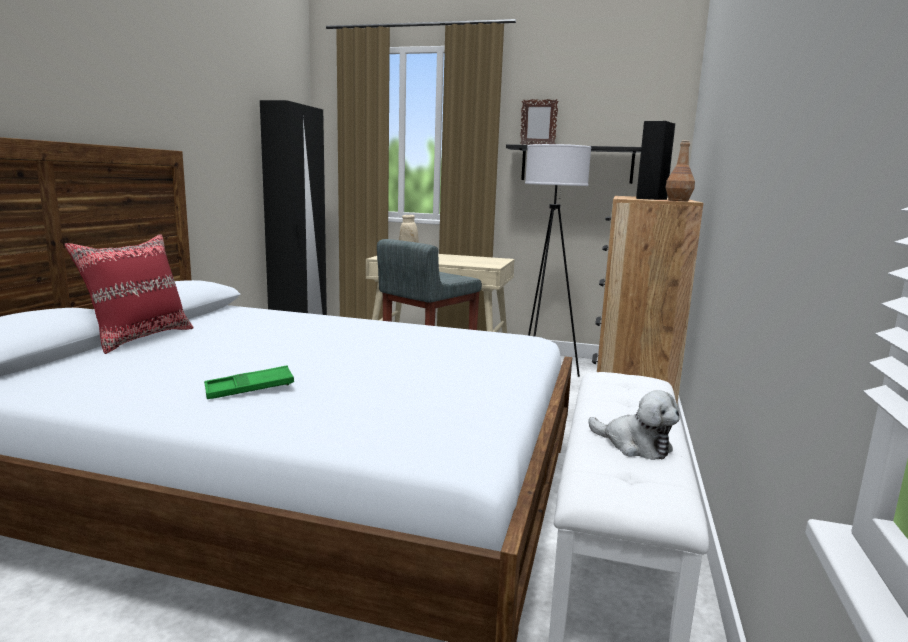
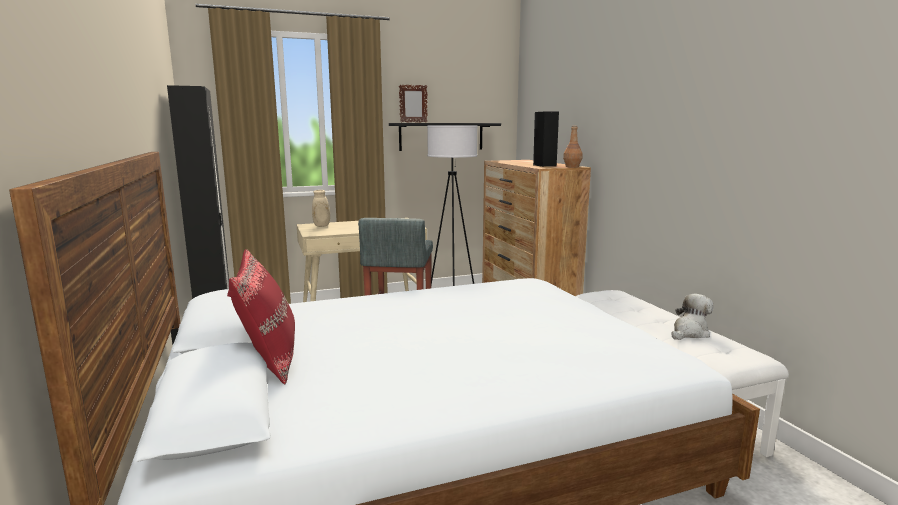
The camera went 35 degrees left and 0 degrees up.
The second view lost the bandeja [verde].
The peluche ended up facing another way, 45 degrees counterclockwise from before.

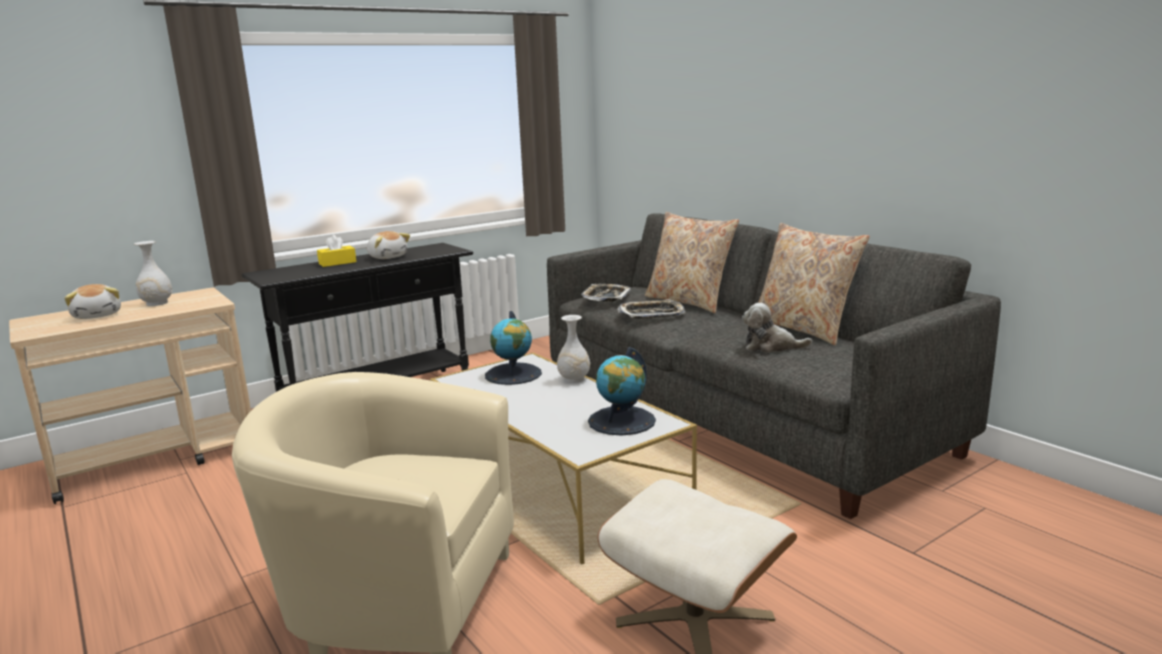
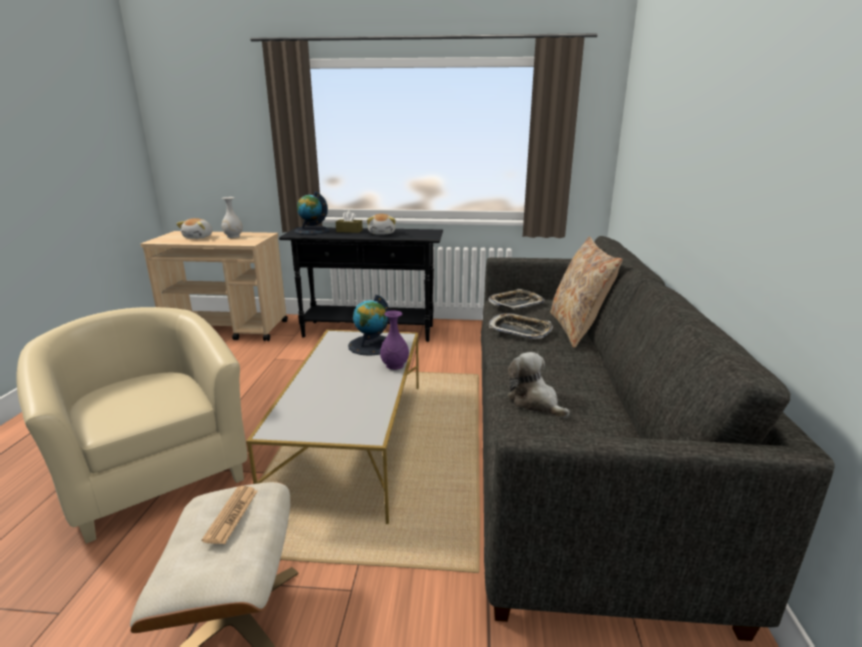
The camera went 40 degrees right and 5 degrees up.
What was the caja de pañuelos [amarillo] turned into the caja de pañuelos [marrón].
What was the florero [blanco] (2nd from left) turned into the florero [morado].
The globo terráqueo (2nd from left in the first image) ended up elsewhere.
The second view lost the cojín [beis] (2nd from left).
The second view gained the periódico.

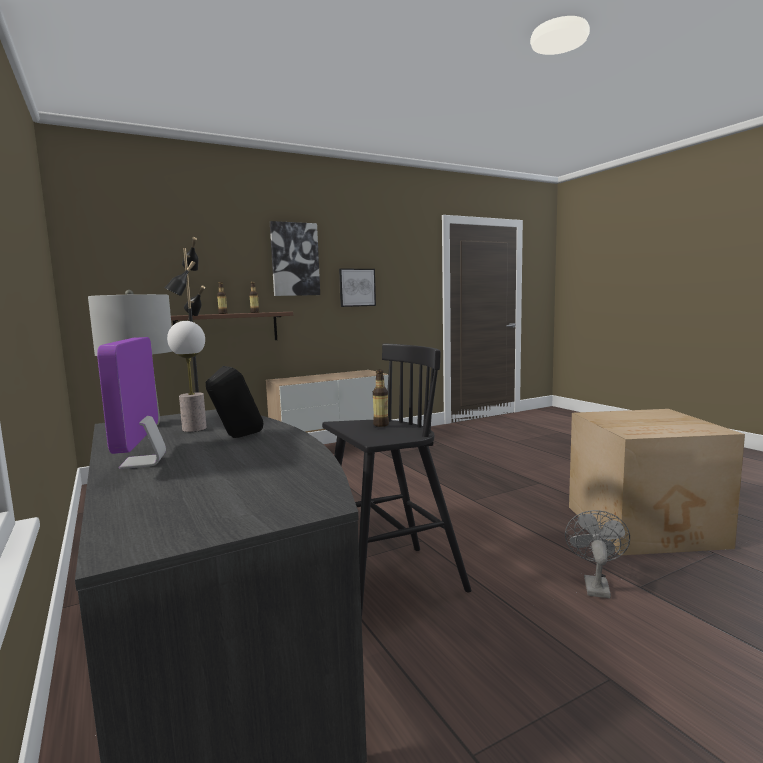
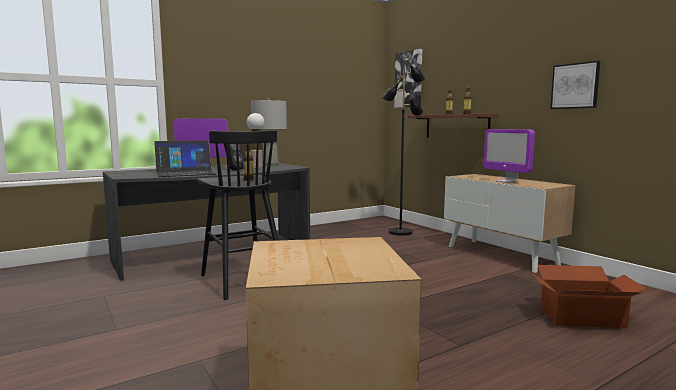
The camera went 85 degrees right and 0 degrees up.
The cuadro (1st from left) ended up elsewhere.
The second view lost the ventilador [gris].
The second view gained the portátil.
The second view gained the monitor (2nd from left).
The second view gained the caja de cartón (2nd from left).

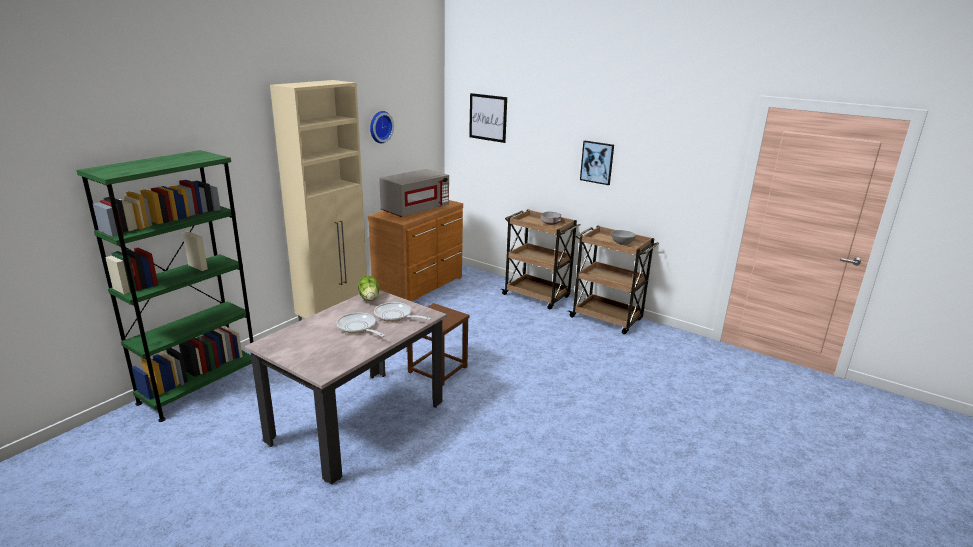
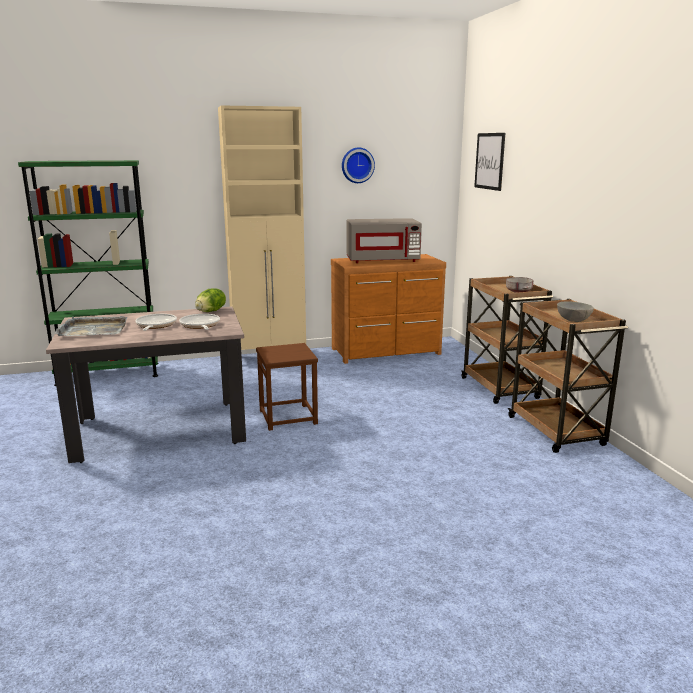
The camera went 40 degrees right and 5 degrees down.
The second view lost the cuadro (2nd from left).
The second view gained the bandeja [gris].

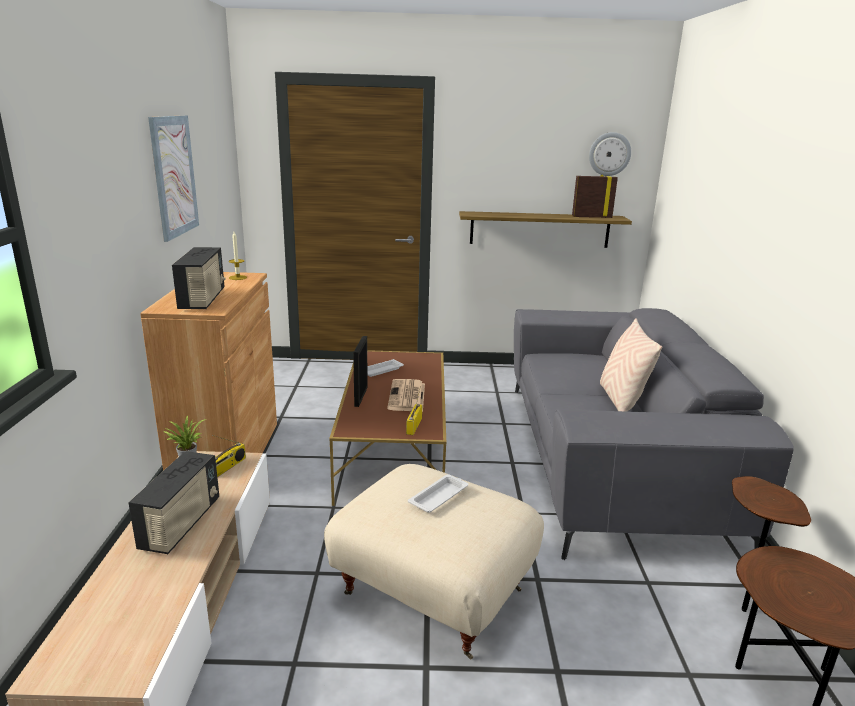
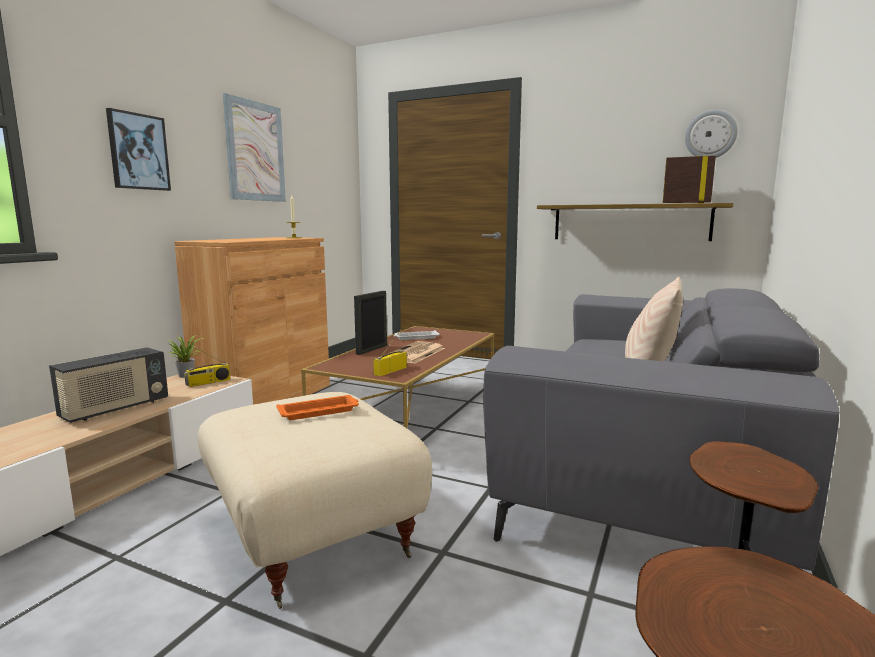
The camera went 25 degrees right and 10 degrees down.
The second view lost the radio (2nd from left).
What was the bandeja [blanco] (2nd from left) turned into the bandeja [naranja].
The second view gained the cuadro (1st from left).

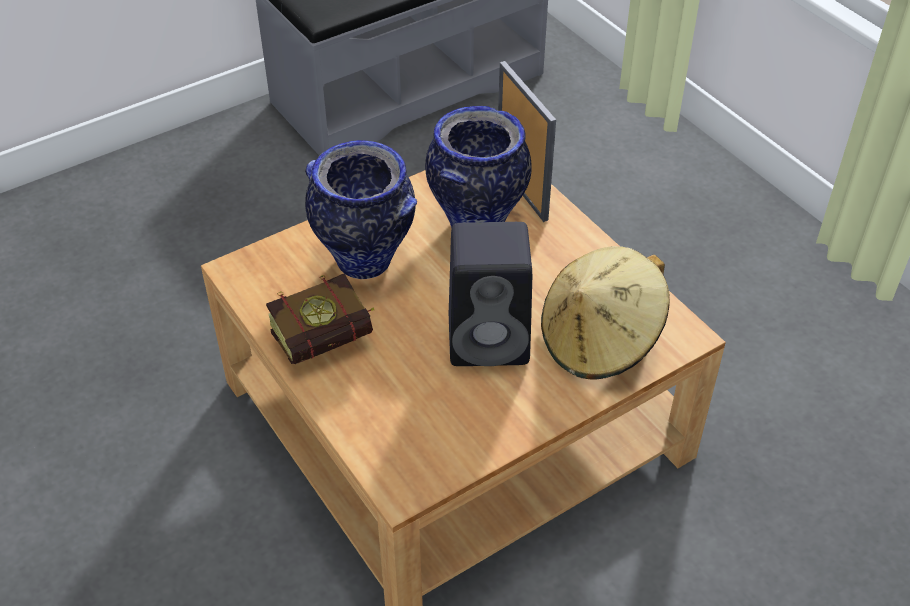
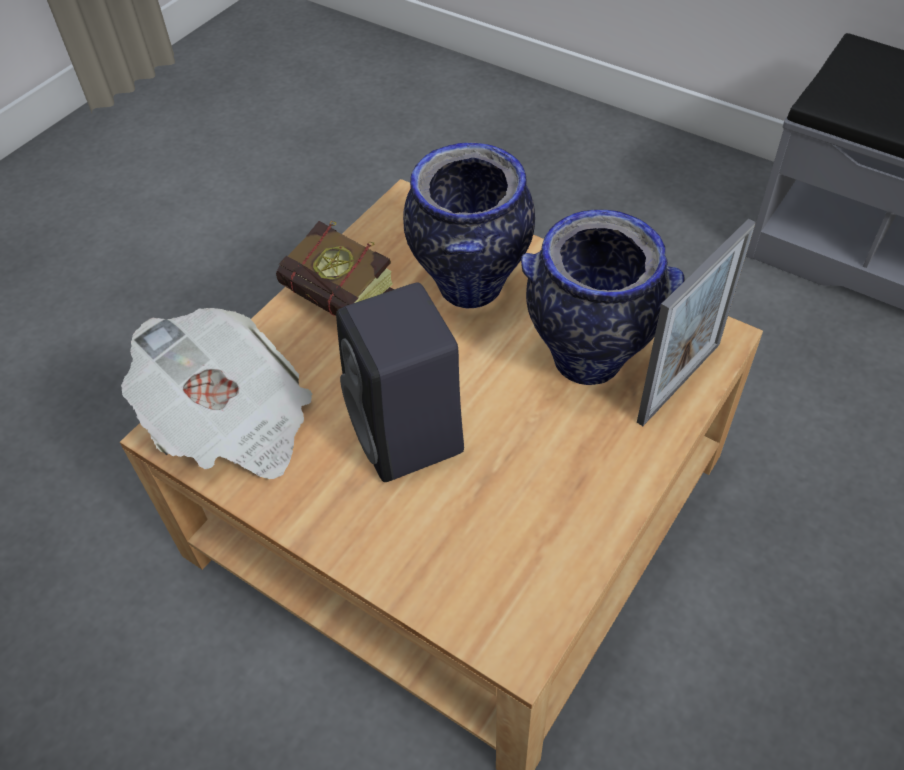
The camera went 70 degrees right and 5 degrees up.
The second view lost the sombrero [beis].
The second view gained the periódico.

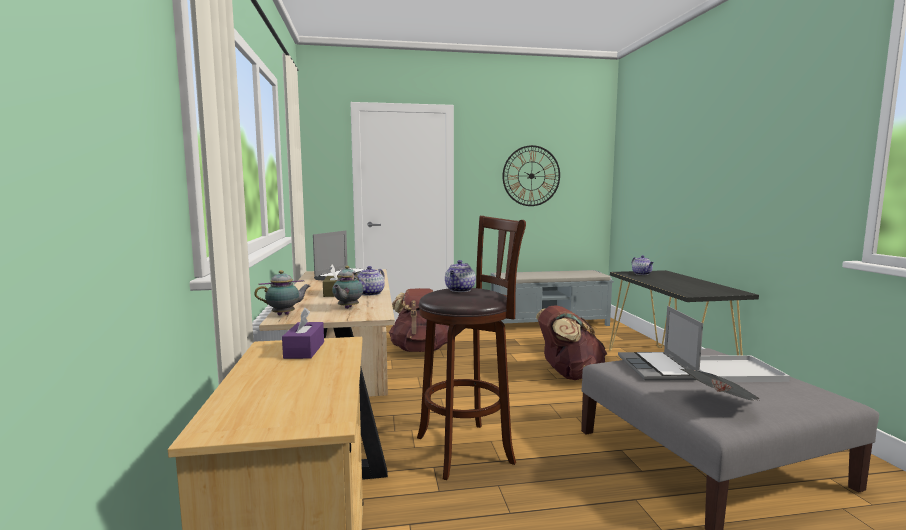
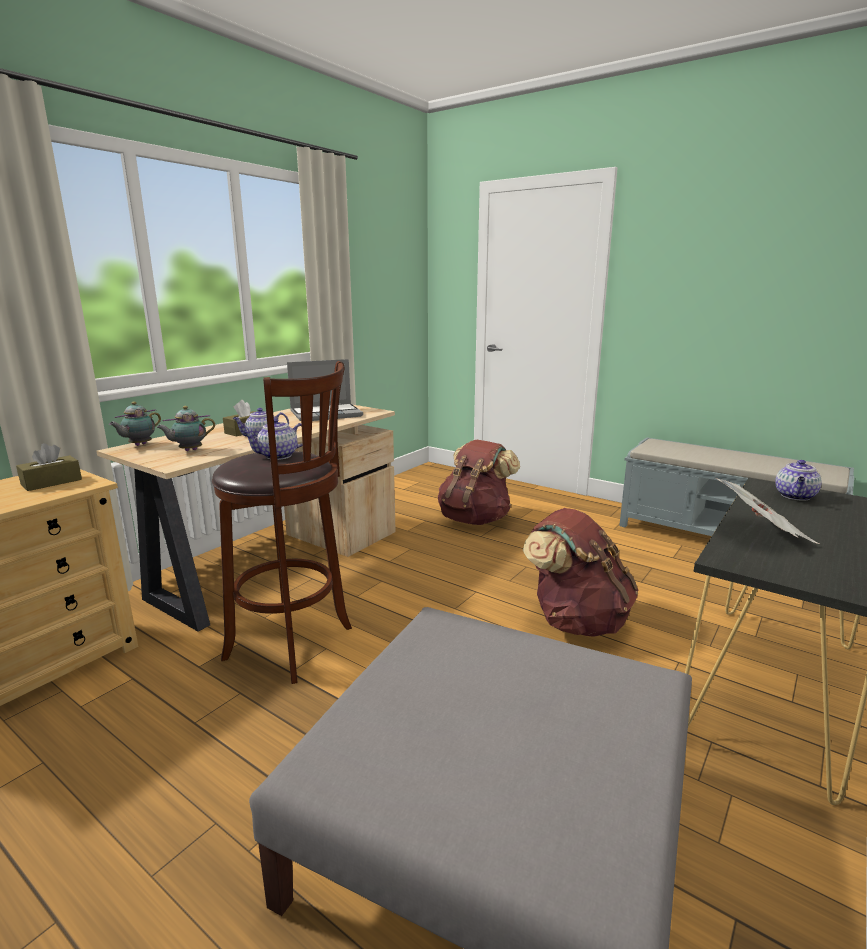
The camera went 45 degrees right and 10 degrees up.
The tetera (1st from left) ended up facing another way, 105 degrees clockwise from before.
What was the caja de pañuelos [morado] turned into the caja de pañuelos [marrón] (1st from left).
The second view lost the reloj de pared.
The second view lost the portátil (2nd from left).
The periódico ended up elsewhere.
The second view lost the bandeja [blanco].

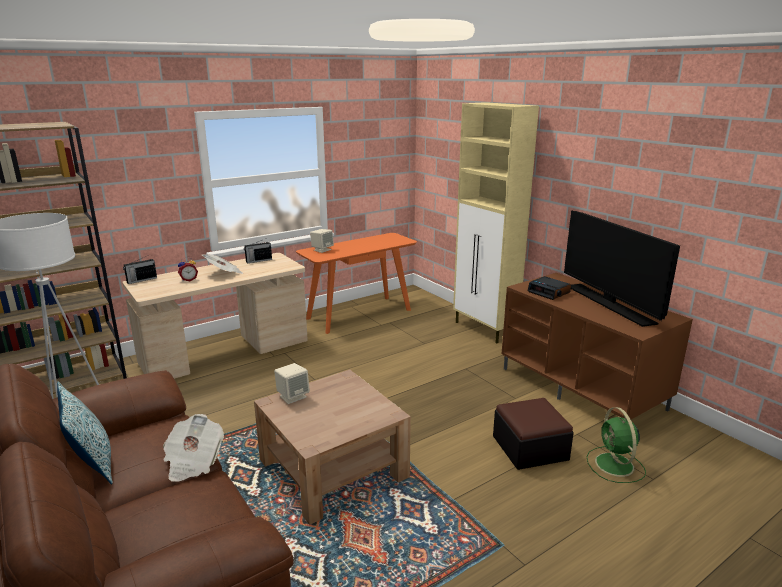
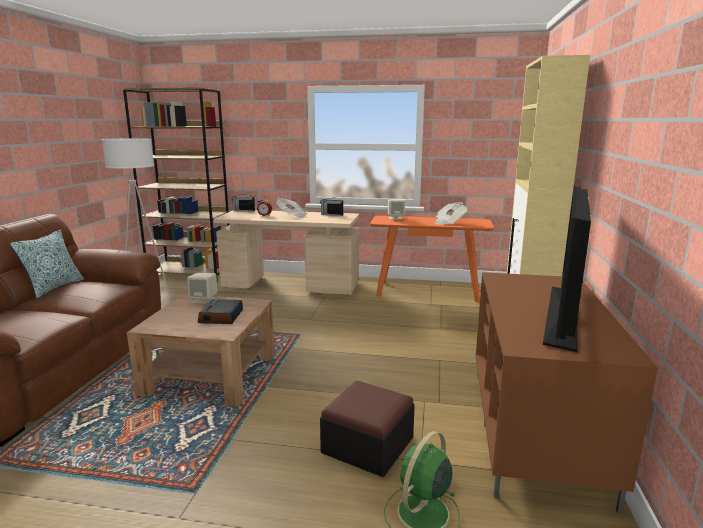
The camera went 45 degrees right and 5 degrees down.
The periódico (1st from left in the first image) ended up elsewhere.
The despertador (2nd from left in the first image) ended up elsewhere.

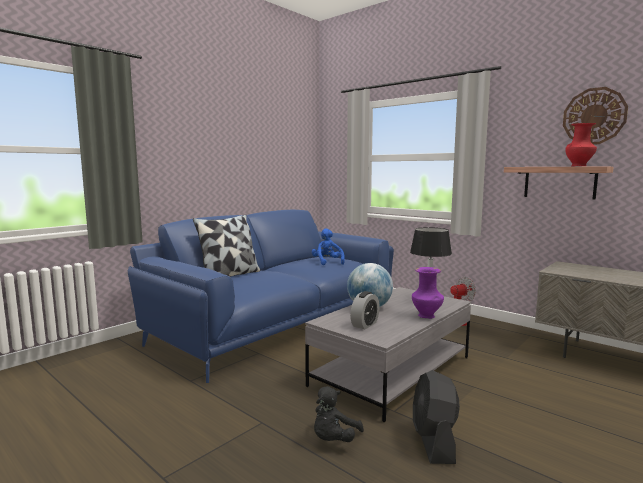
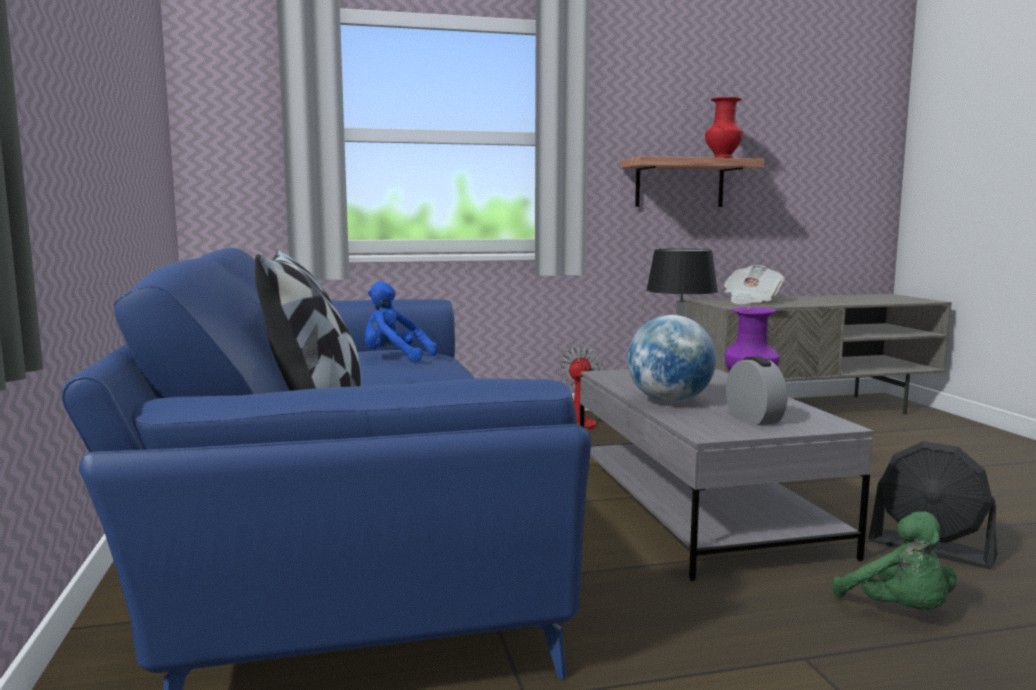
The camera went 55 degrees left and 0 degrees up.
What was the peluche [negro] turned into the peluche [verde].
The second view lost the reloj de pared.
The second view gained the periódico.

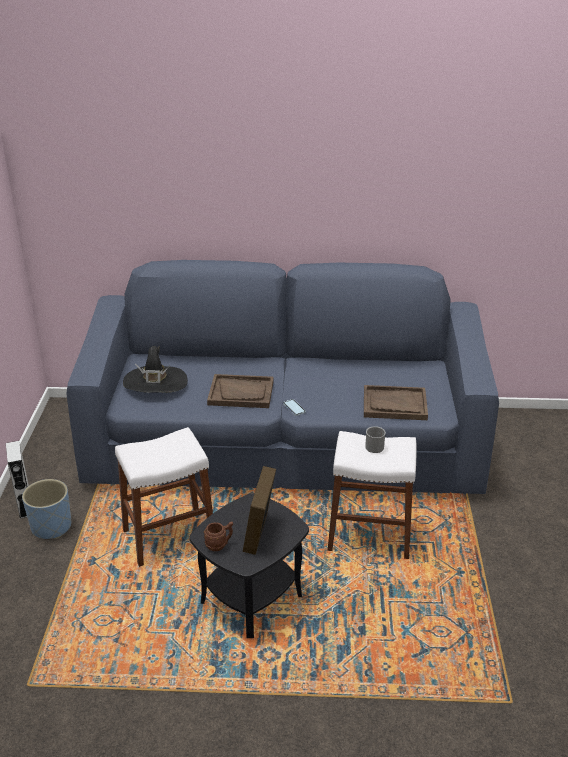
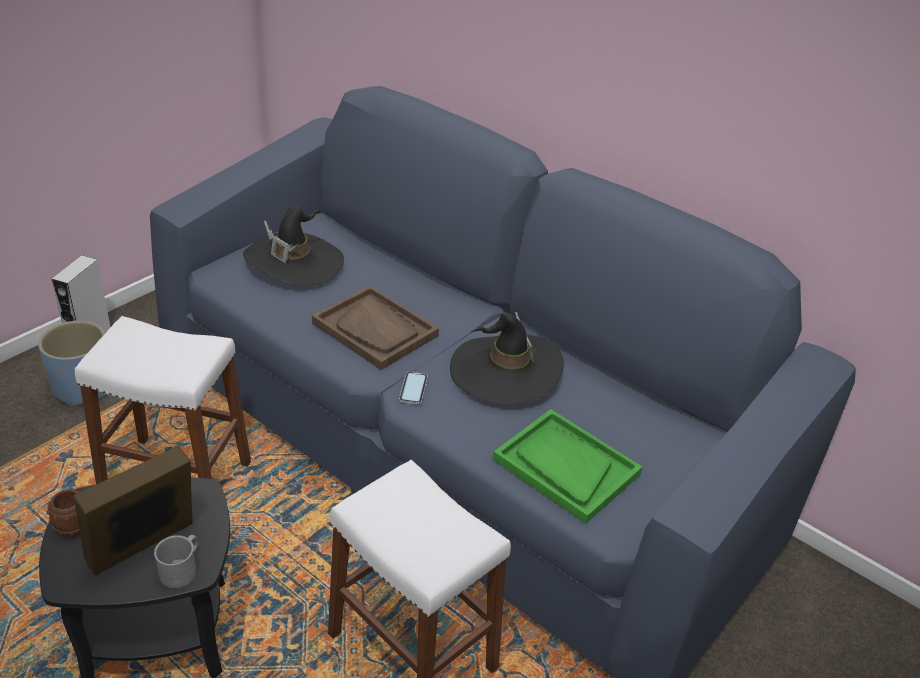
The camera went 35 degrees right and 5 degrees up.
What was the bandeja [marrón] (2nd from left) turned into the bandeja [verde].
The taza grande [gris] ended up elsewhere.
The second view gained the sombrero [negro] (2nd from left).

